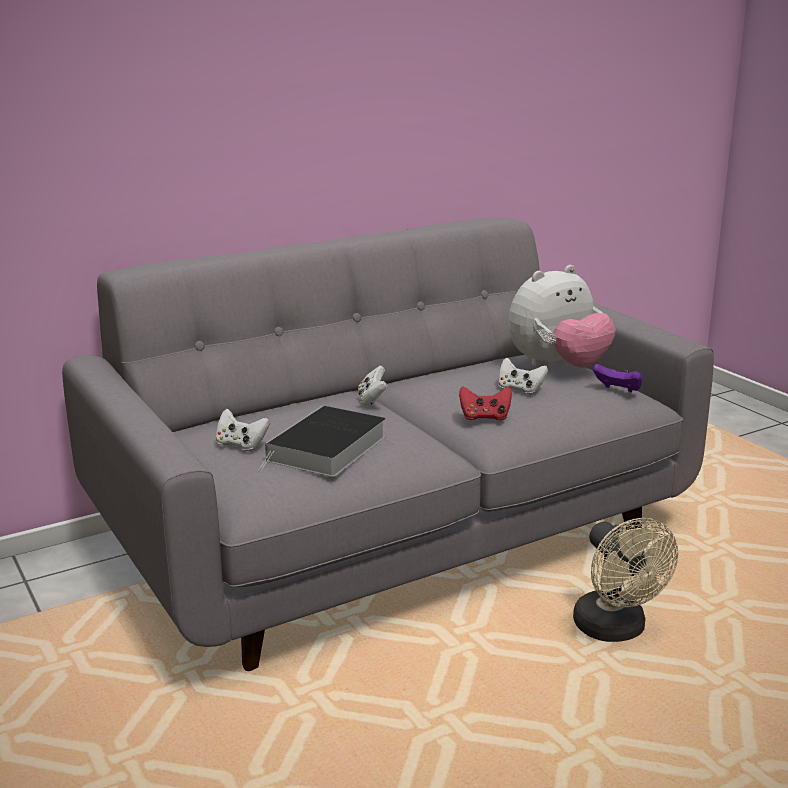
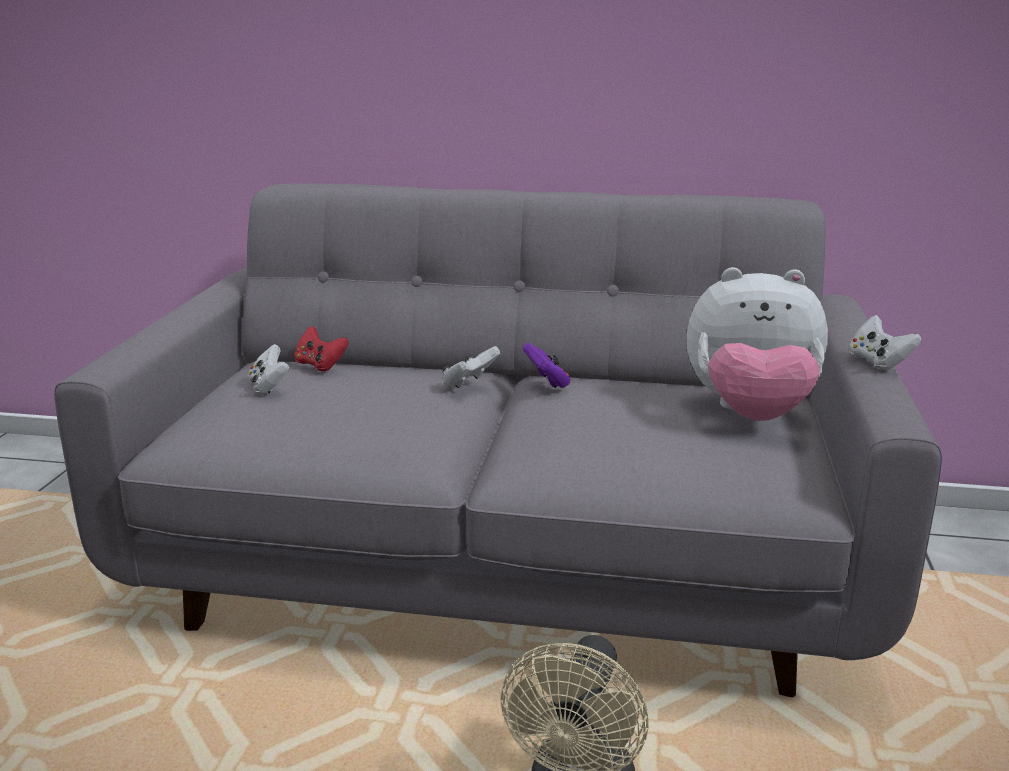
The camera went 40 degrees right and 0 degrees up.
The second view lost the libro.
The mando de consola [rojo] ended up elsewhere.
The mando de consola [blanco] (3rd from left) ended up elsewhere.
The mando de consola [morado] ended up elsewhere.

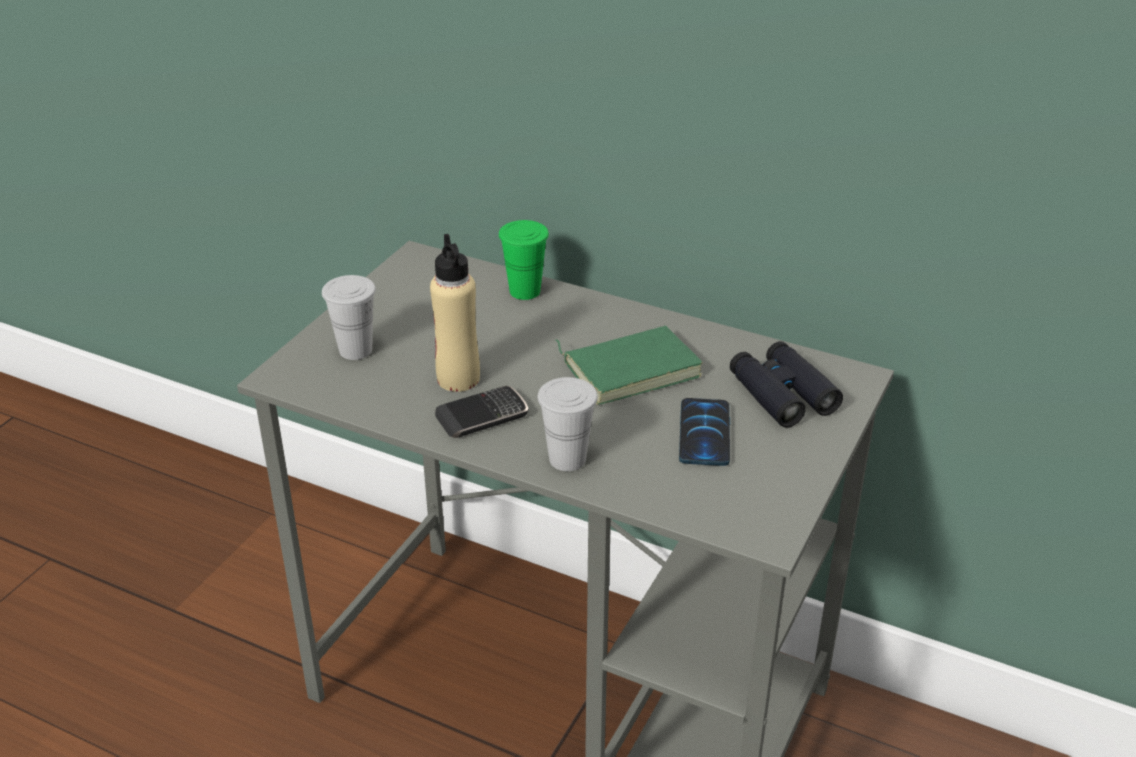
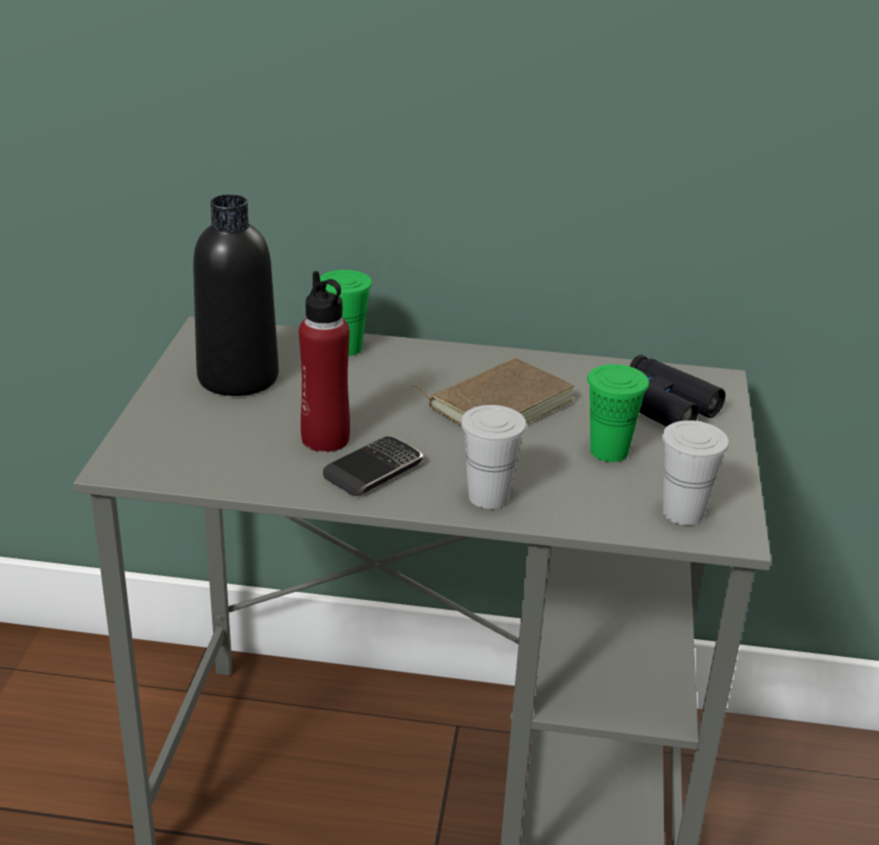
The camera went 20 degrees left and 5 degrees down.
The taza [blanco] (1st from left in the first image) ended up elsewhere.
What was the botella [beis] turned into the botella [rojo].
What was the libro [verde] turned into the libro [marrón].
Where the móvil (2nd from left) stood, the taza [verde] (2nd from left) came to stand.
The second view gained the botella [negro].

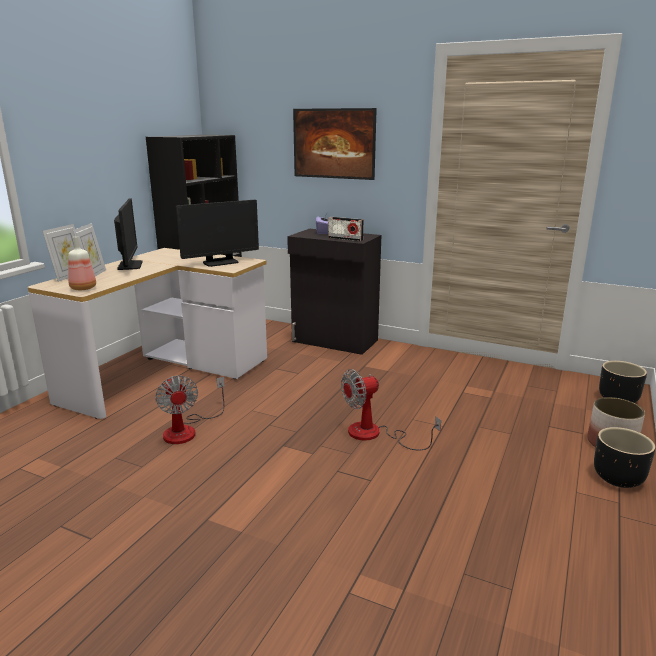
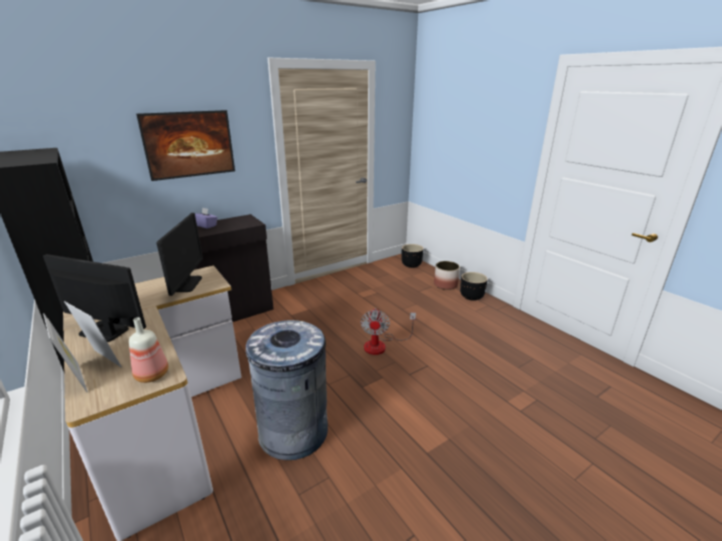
The camera went 60 degrees left and 5 degrees up.
Where the ventilador (1st from left) stood, the papelera [gris] came to stand.
The second view lost the radio.

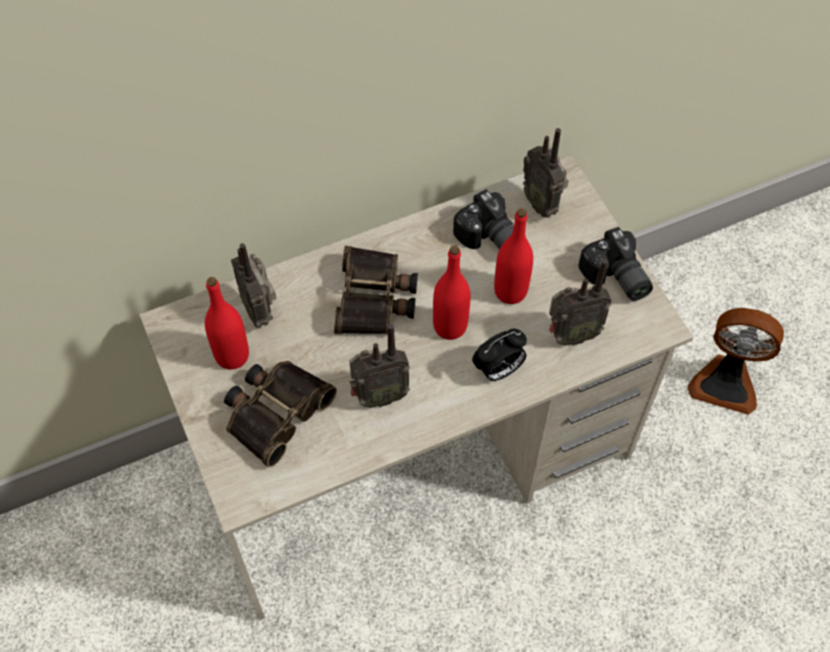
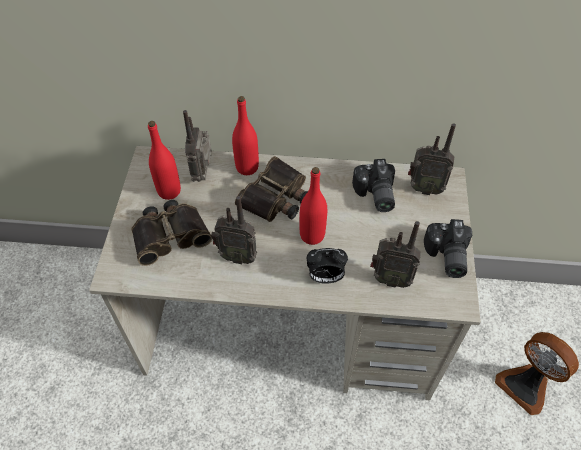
The camera went 30 degrees right and 5 degrees down.
The botella [rojo] (3rd from left in the first image) ended up elsewhere.
The radio (3rd from left in the first image) ended up facing another way, 75 degrees counterclockwise from before.

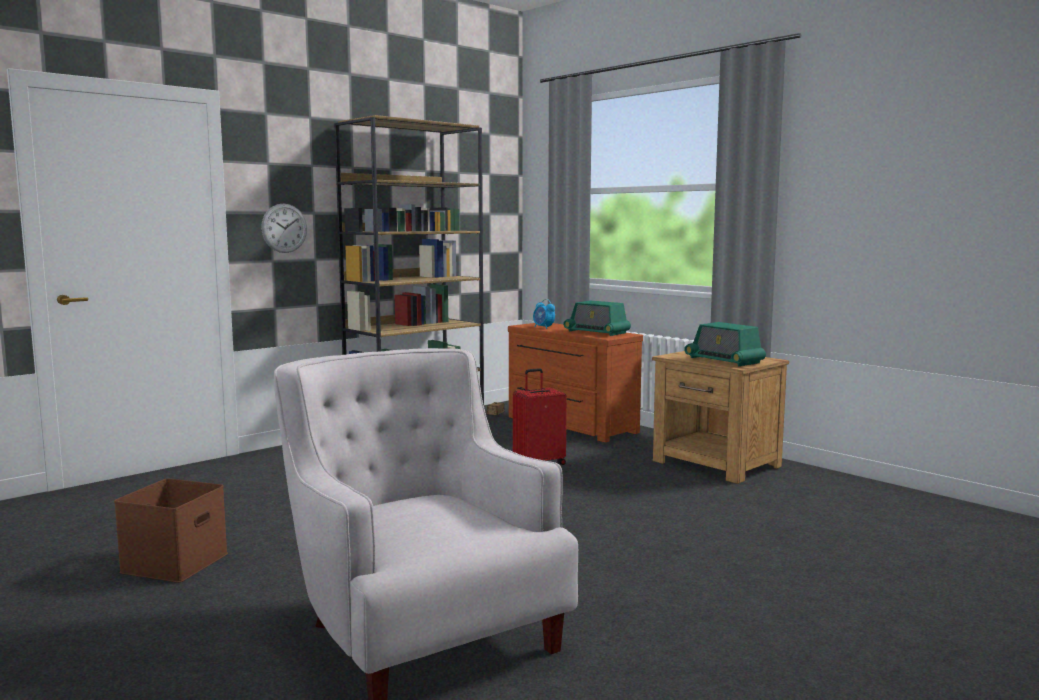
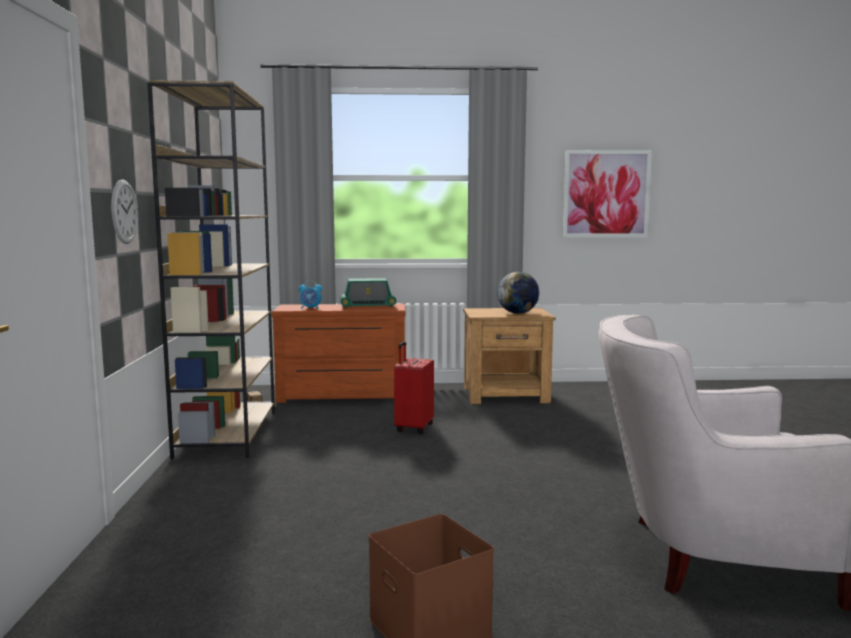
The camera went 50 degrees left and 0 degrees up.
Where the radio (2nd from left) stood, the globo terráqueo came to stand.
The second view gained the cuadro.

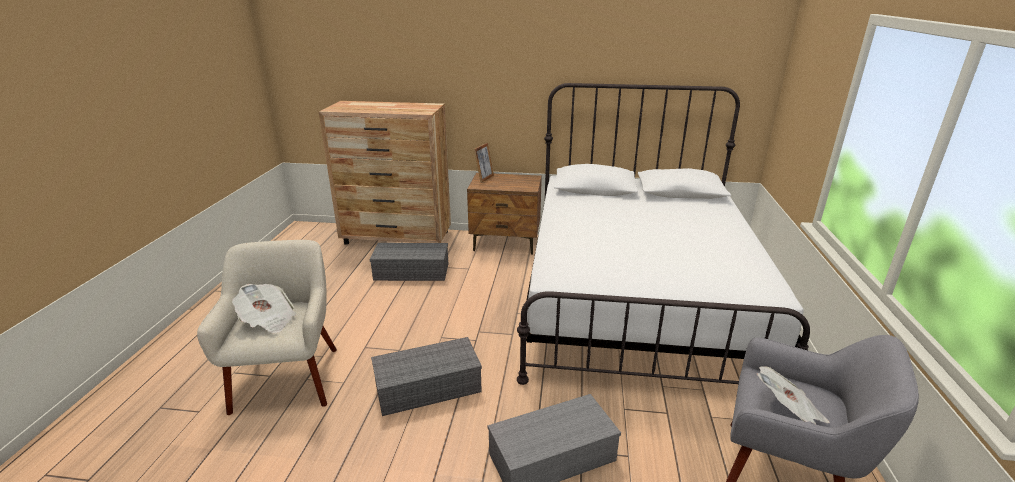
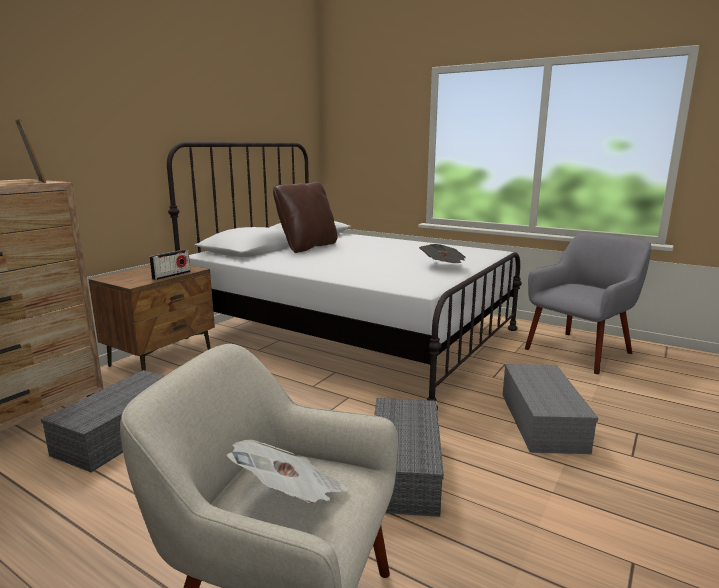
The camera went 65 degrees left and 10 degrees down.
The portarretratos ended up elsewhere.
The periódico (2nd from left) ended up elsewhere.
The second view gained the radio.
The second view gained the cojín [marrón].

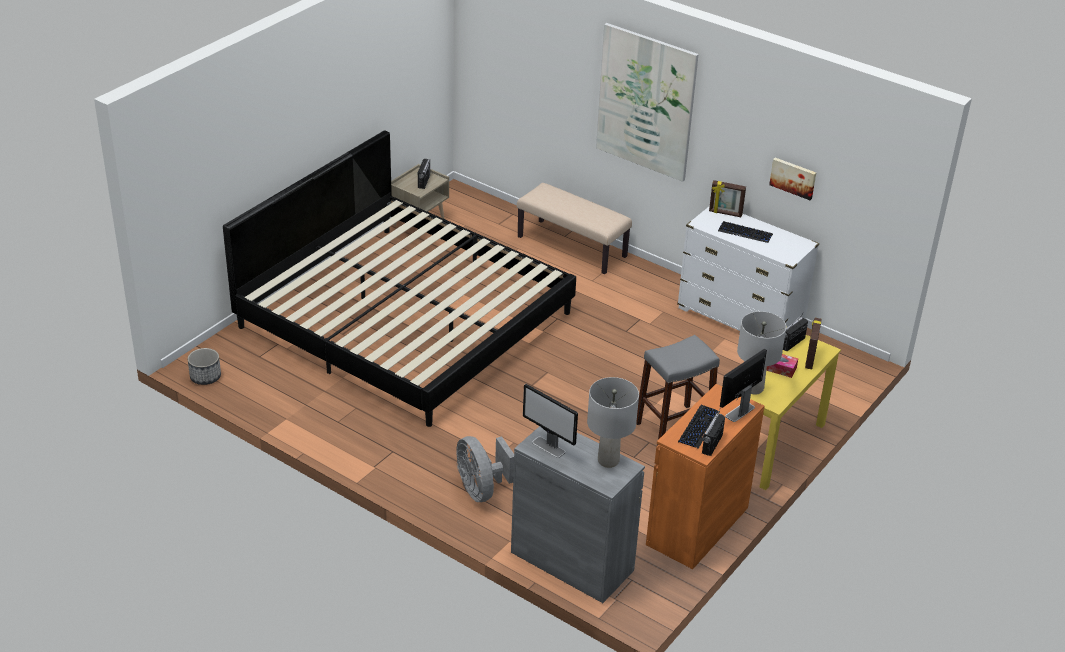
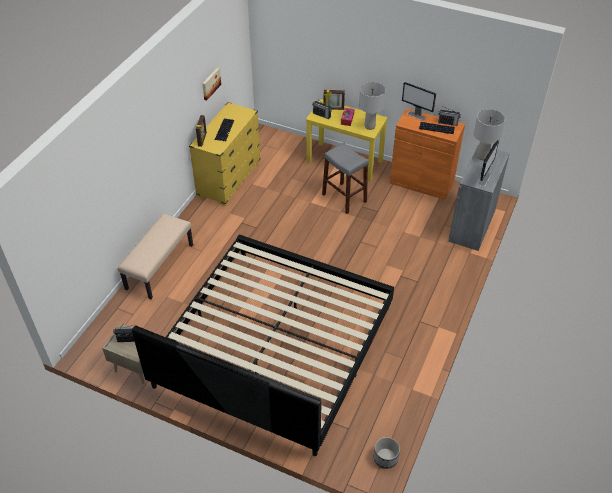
The camera went 100 degrees left and 10 degrees up.
The second view lost the ventilador [gris].
The second view lost the cuadro (1st from left).
What was the cómoda [blanco] turned into the cómoda [amarillo].

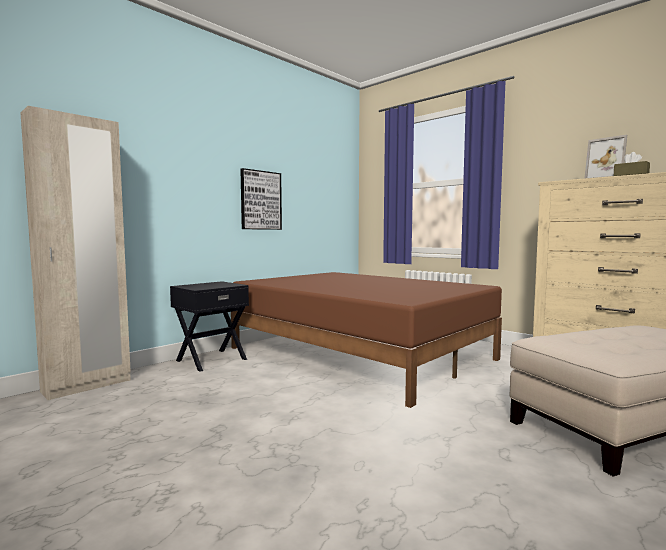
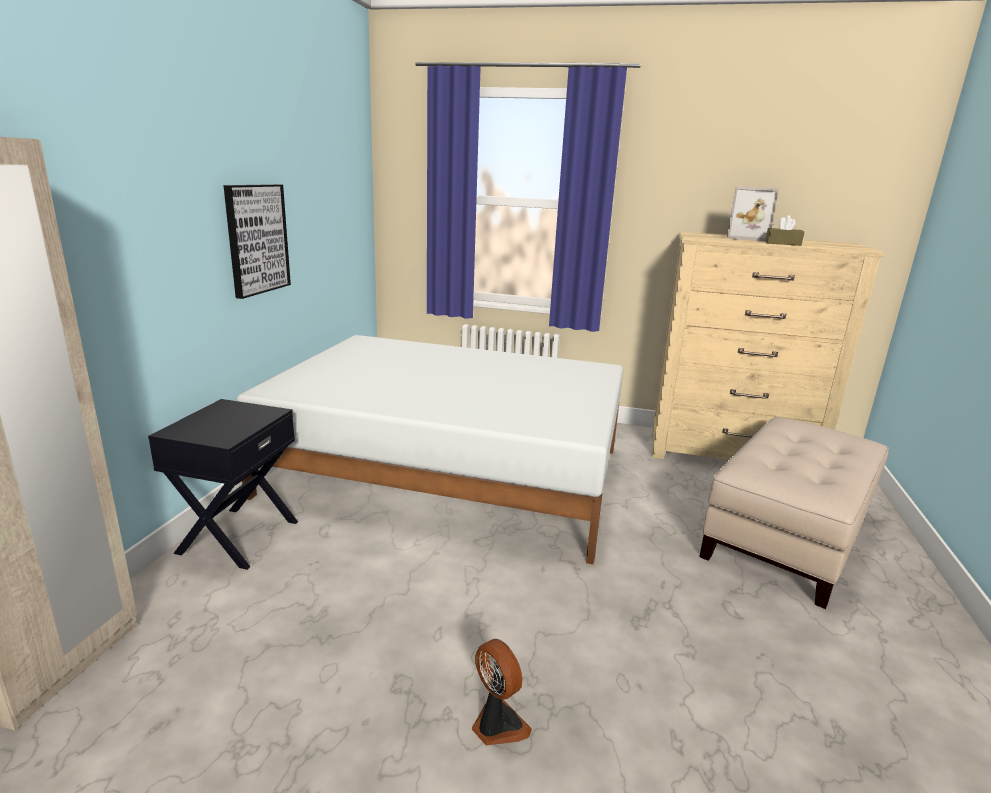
The camera went 30 degrees left and 15 degrees up.
What was the cama [marrón] turned into the cama [blanco].
The second view gained the ventilador.

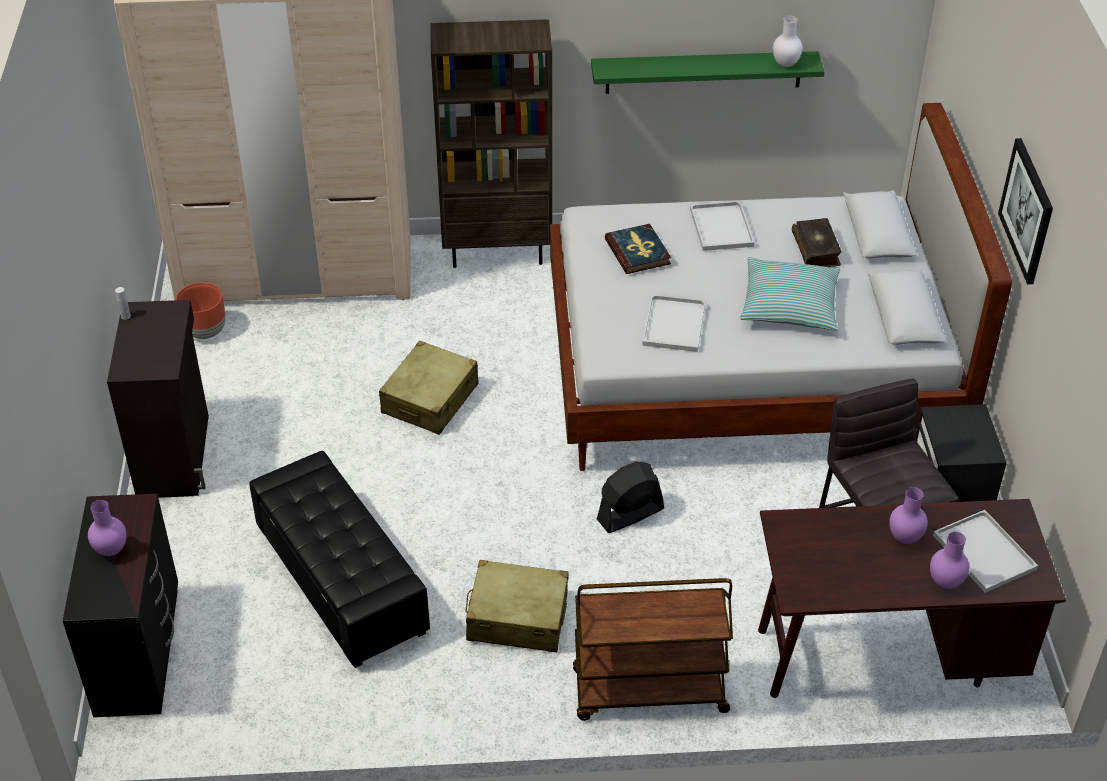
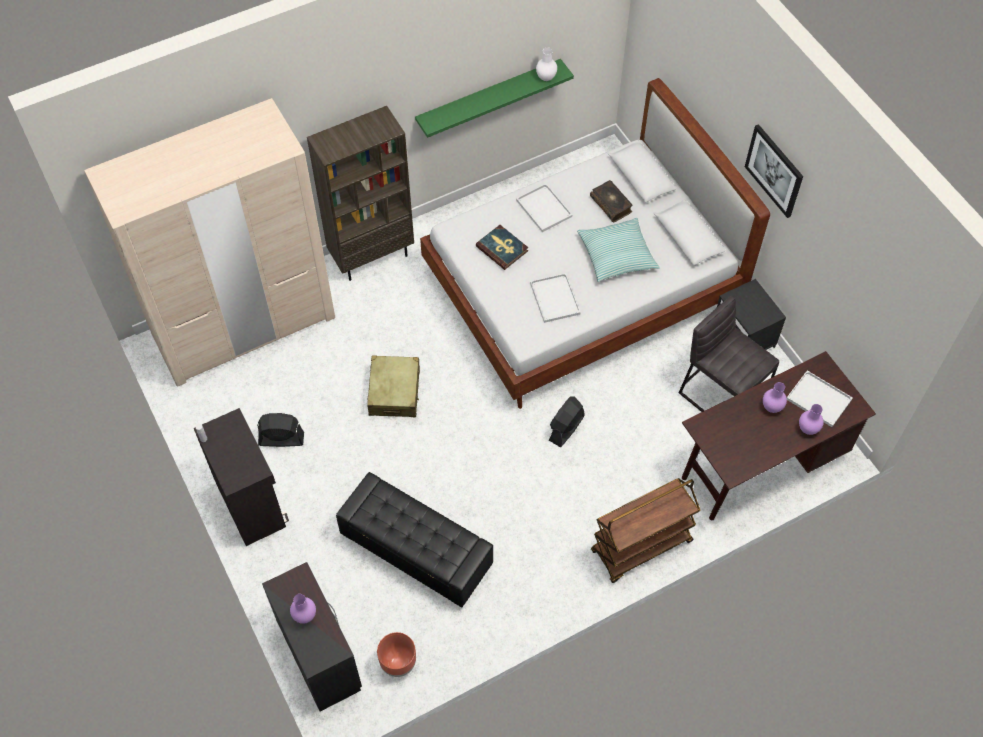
The camera went 25 degrees left and 15 degrees up.
The maceta [marrón] ended up elsewhere.
The second view lost the maleta [beis] (2nd from left).
The second view gained the ventilador [negro] (1st from left).

